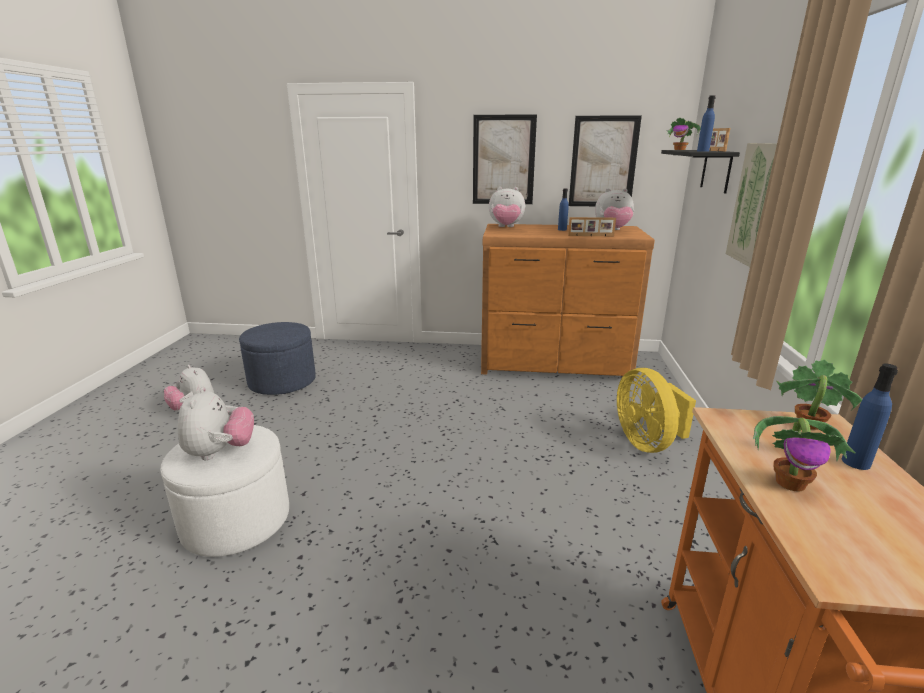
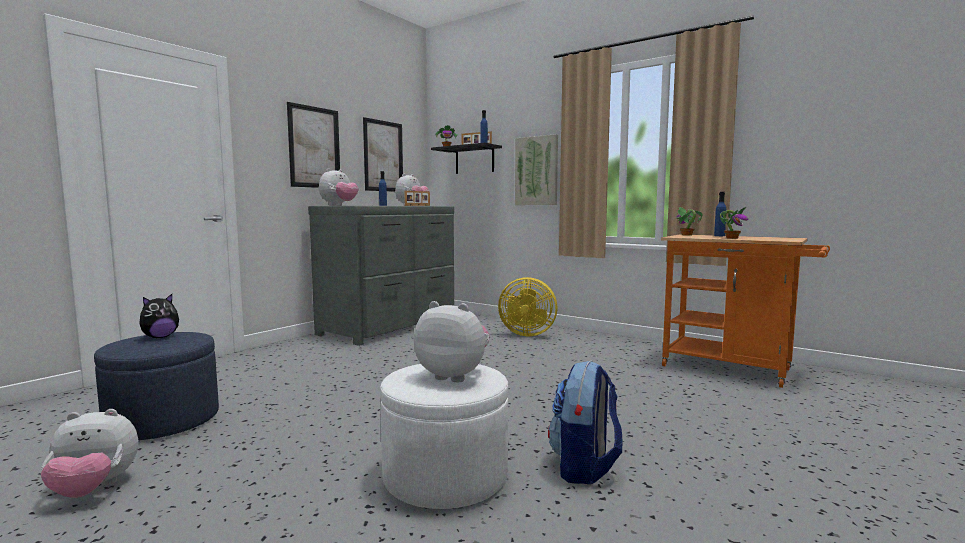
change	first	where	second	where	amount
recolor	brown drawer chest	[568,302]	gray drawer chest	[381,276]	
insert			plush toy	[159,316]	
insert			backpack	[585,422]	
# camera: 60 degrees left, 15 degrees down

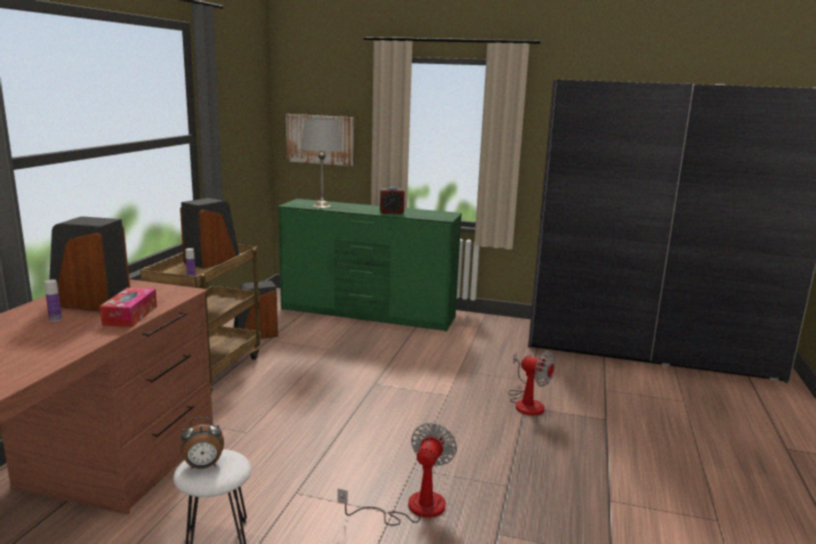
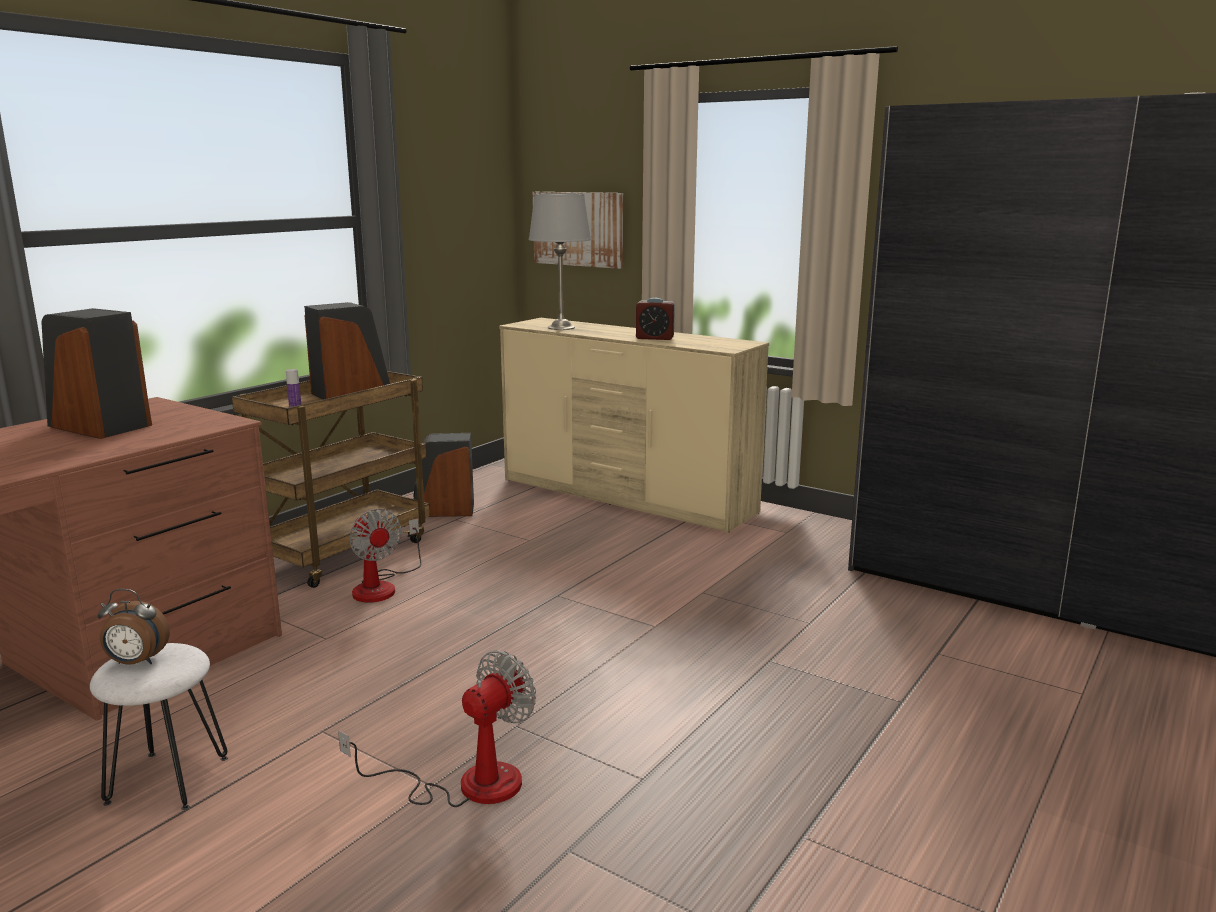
change	first	where	second	where	amount
recolor	greenish drawer chest	[370,265]	beige-coloured drawer chest	[634,425]	
delete	bottle	[53,300]			
delete	tissue box	[128,307]			
move	electric fan	[532,383]		[385,556]	
# camera: 20 degrees right, 0 degrees up

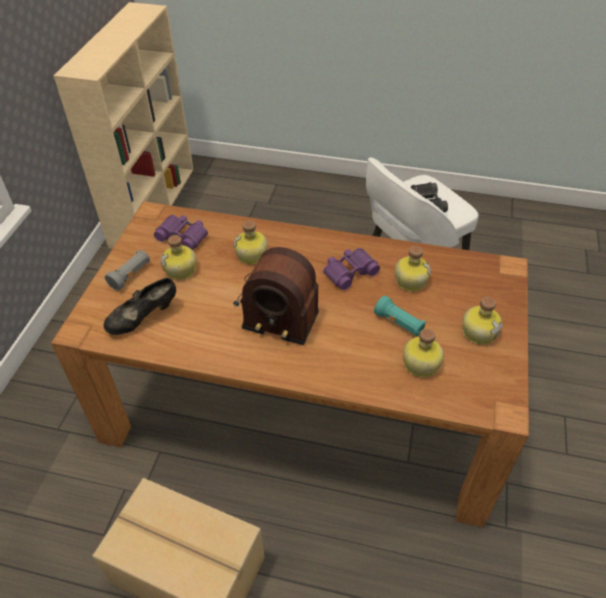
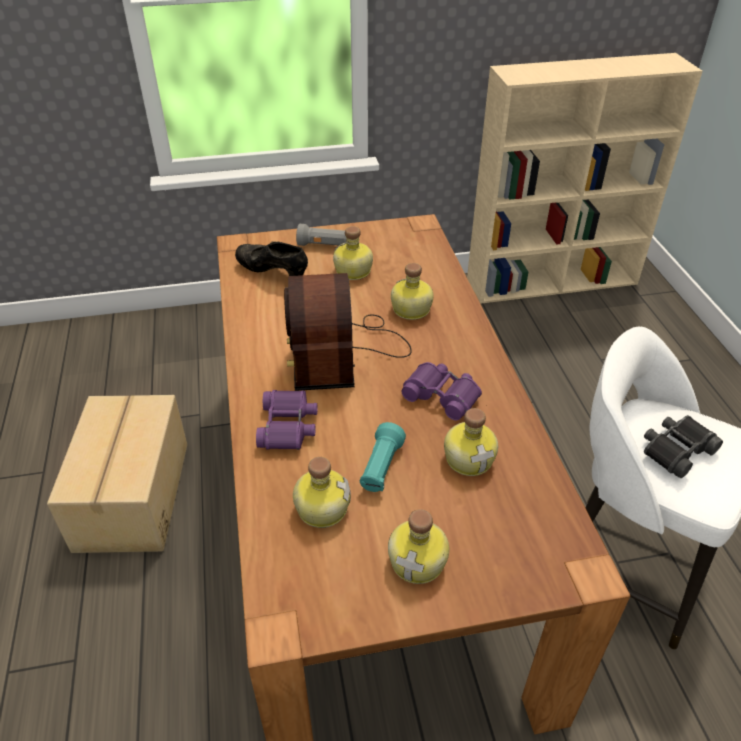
change	first	where	second	where	amount
move	purple-coloured field glasses	[181,232]		[287,420]	
# camera: 65 degrees right, 5 degrees down

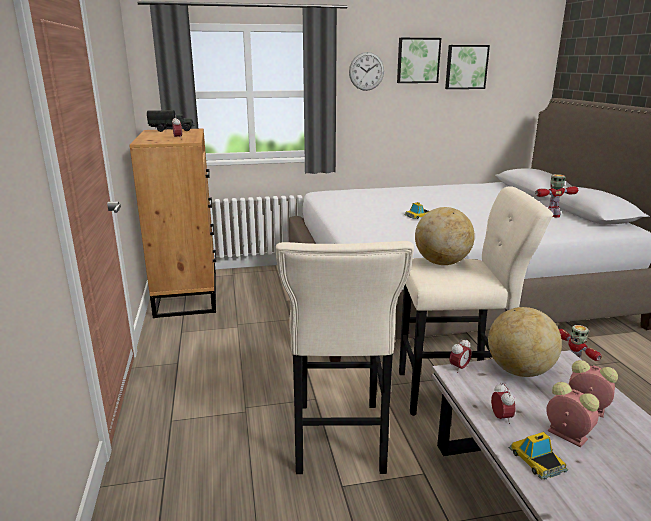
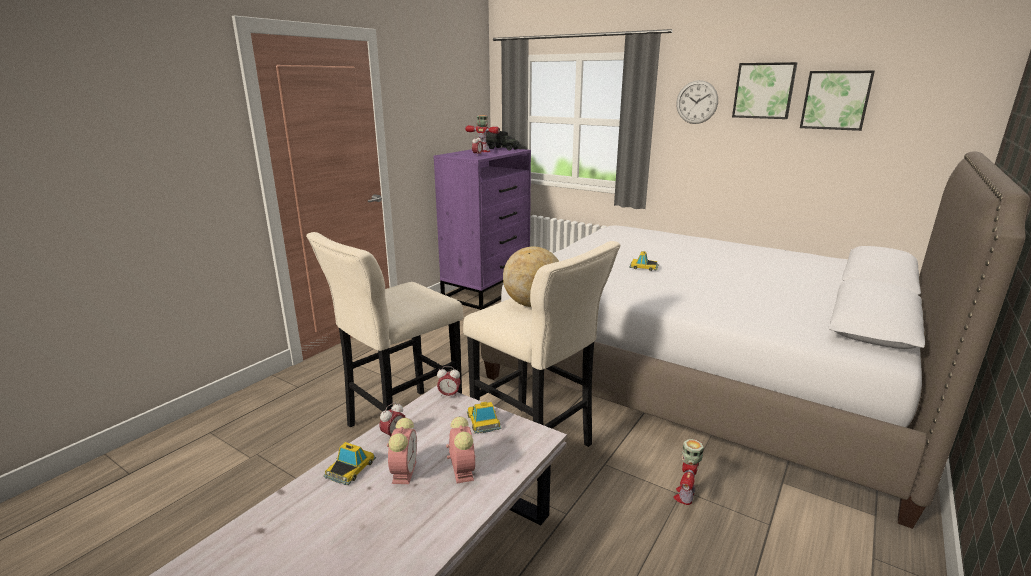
change	first	where	second	where	amount
recolor	brown drawer chest	[172,223]	purple-coloured drawer chest	[482,228]	
move	toy robot	[556,196]		[482,133]	
replace	world globe	[525,342]	miniature car	[484,418]	
# camera: 45 degrees right, 0 degrees up

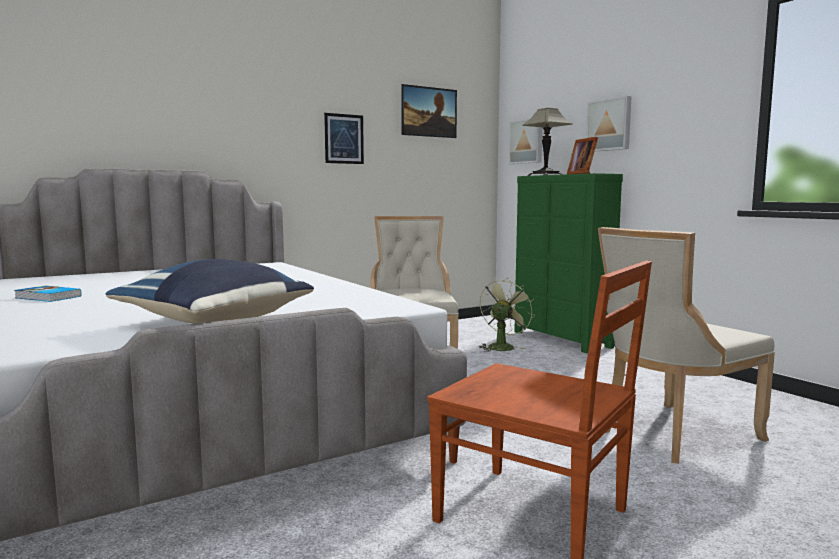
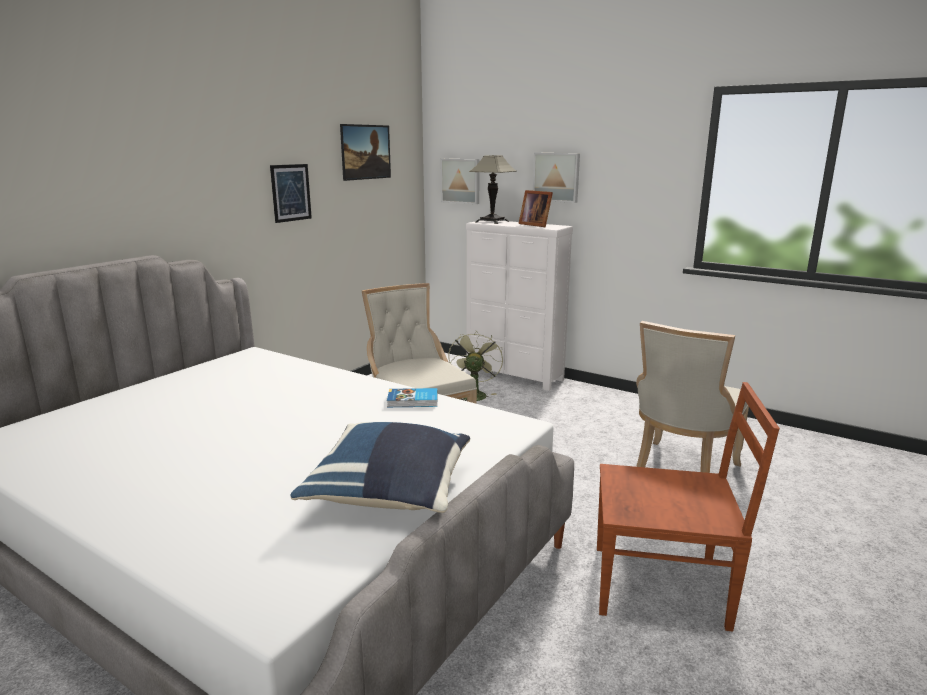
change	first	where	second	where	amount
recolor	greenish drawer chest	[568,263]	white drawer chest	[519,305]	
move	volume	[48,294]		[412,397]	
# camera: 25 degrees left, 10 degrees up

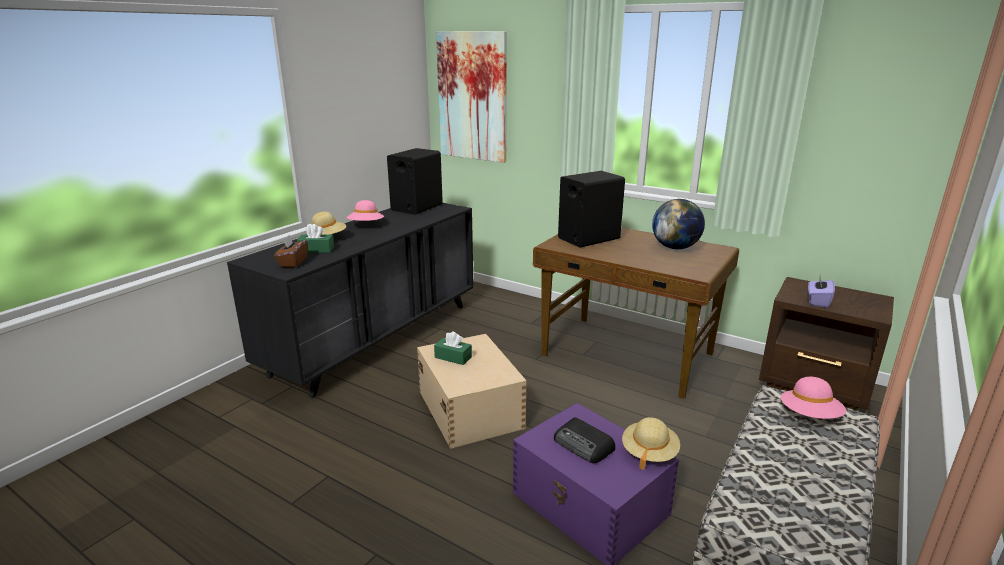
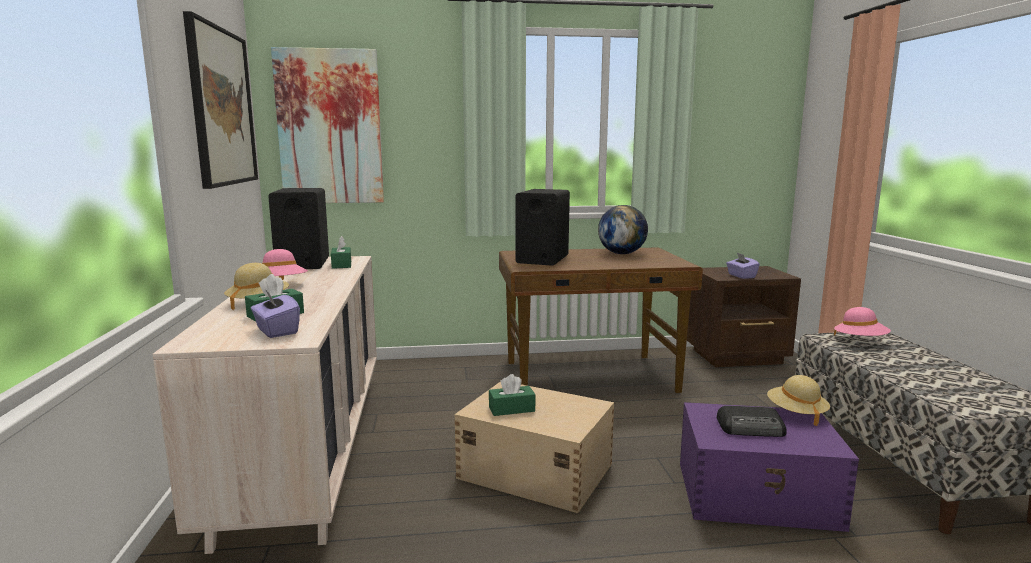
change	first	where	second	where	amount
recolor	black drawer chest	[350,300]	beige-coloured drawer chest	[264,405]	
recolor	brown tissue box	[291,251]	purple-coloured tissue box	[275,313]	
insert			wall picture	[220,100]	
insert			greenish tissue box	[341,252]	
# camera: 40 degrees left, 10 degrees down

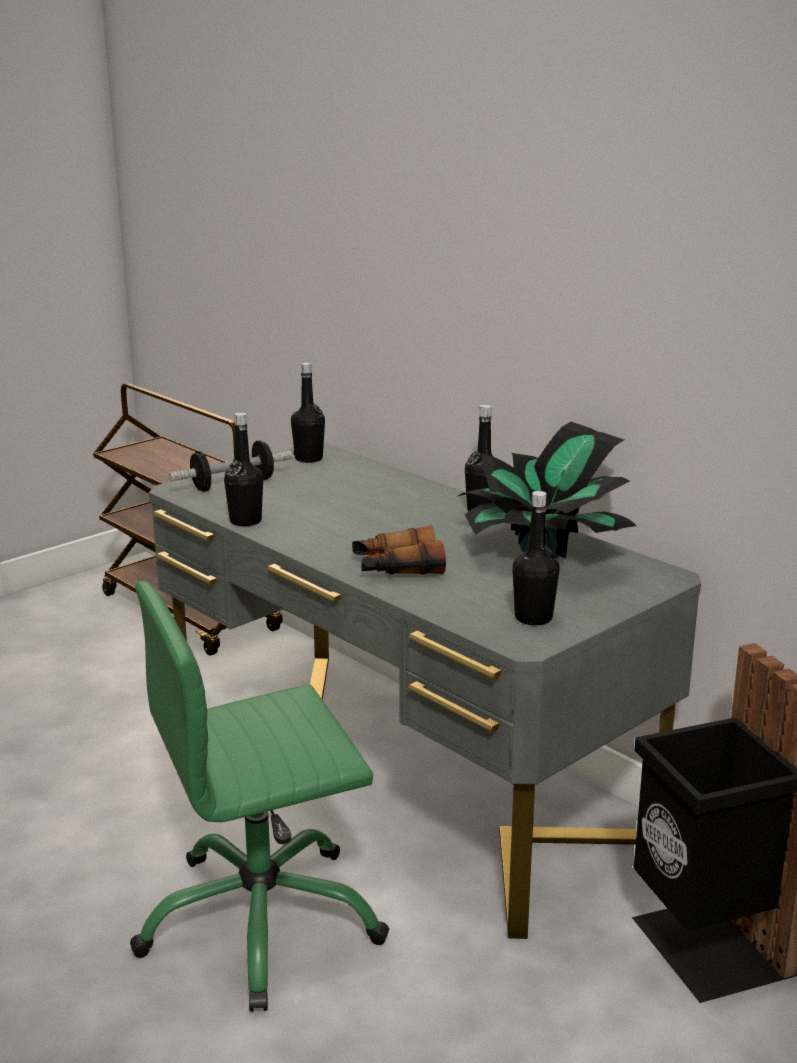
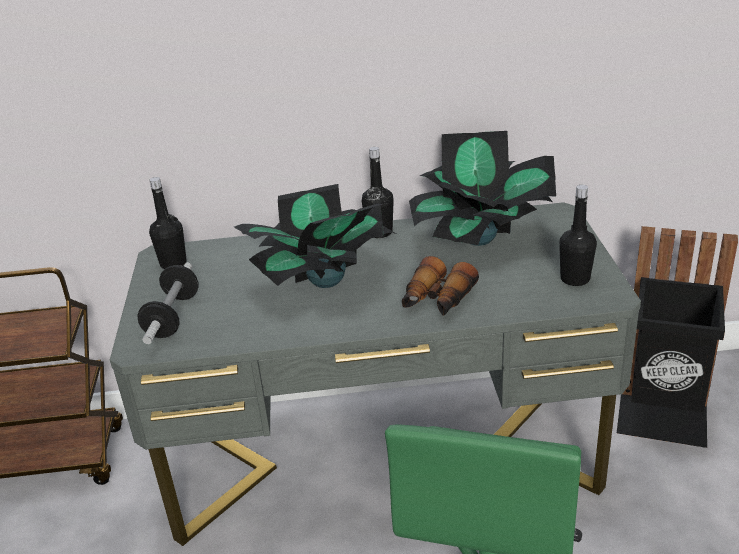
change	first	where	second	where	amount
delete	black bottle	[243,469]			
insert			potted plant	[315,236]	
# camera: 50 degrees left, 10 degrees up

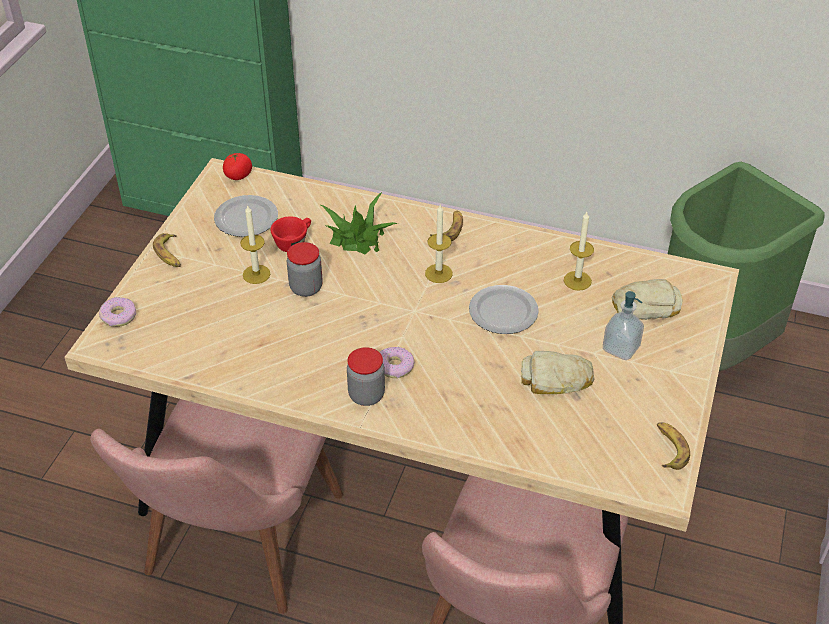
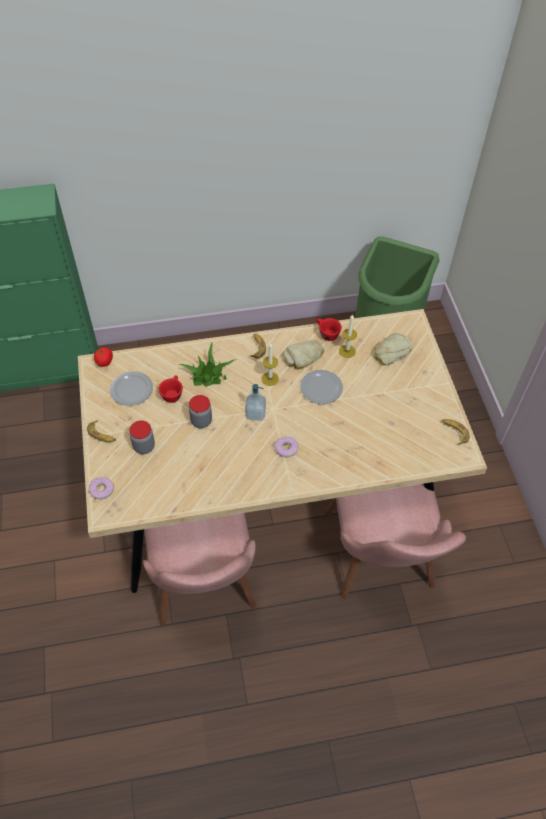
change	first	where	second	where	amount
delete	candle	[255,245]			
move	soap dispenser	[623,325]		[255,402]	
move	jar	[366,376]		[142,437]	
move	baked bread	[557,372]		[303,355]	
insert			red small cup	[329,329]	
# camera: 30 degrees left, 10 degrees up

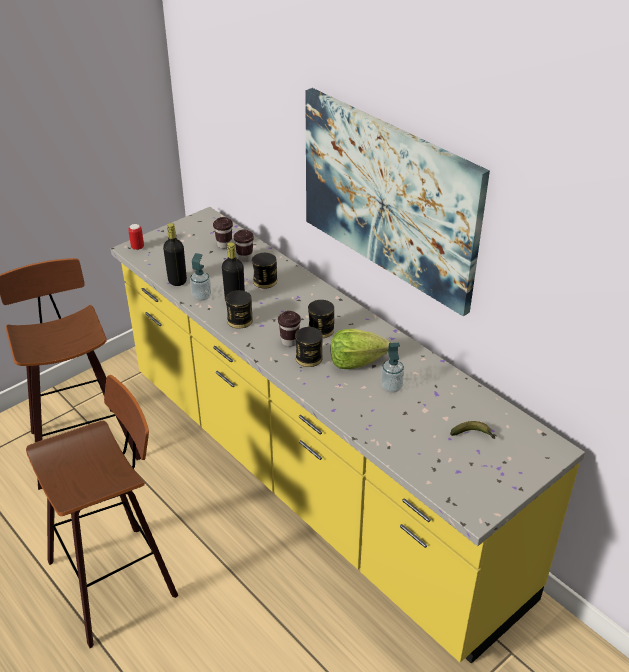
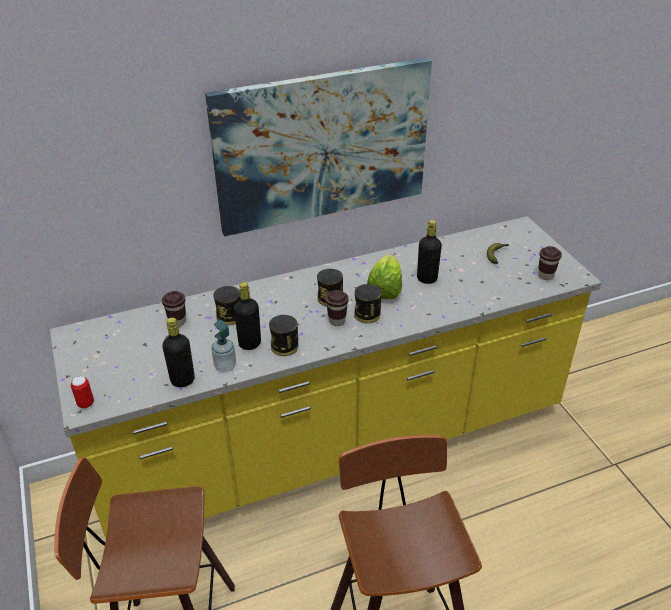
change	first	where	second	where	amount
move	brown small cup	[223,233]		[550,263]	
replace	soap dispenser	[392,368]	black bottle	[429,252]	
# camera: 70 degrees left, 0 degrees up

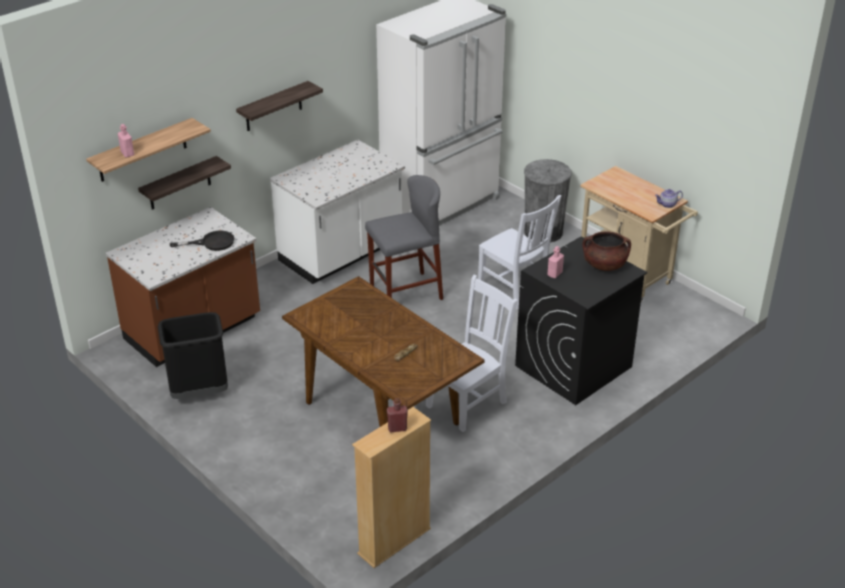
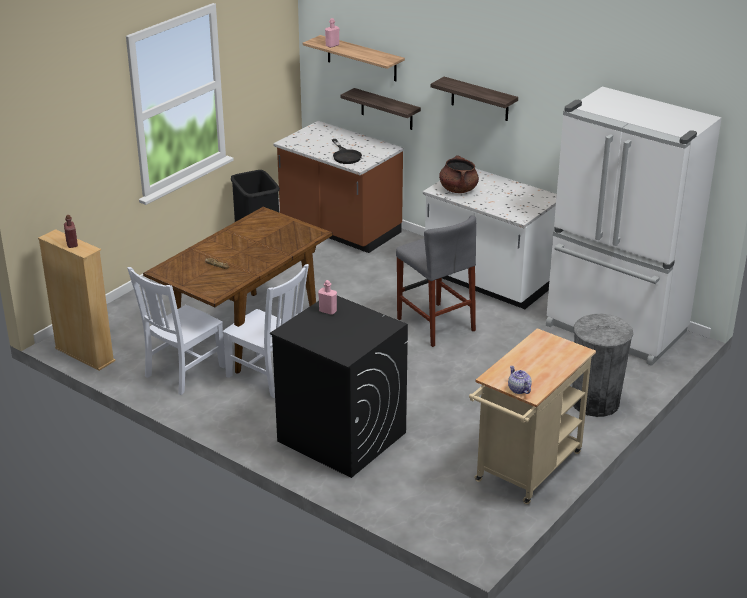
change	first	where	second	where	amount
move	white upright chair	[520,252]		[176,331]	
move	brown stockpot	[607,251]		[459,174]	
# camera: 80 degrees right, 5 degrees down

